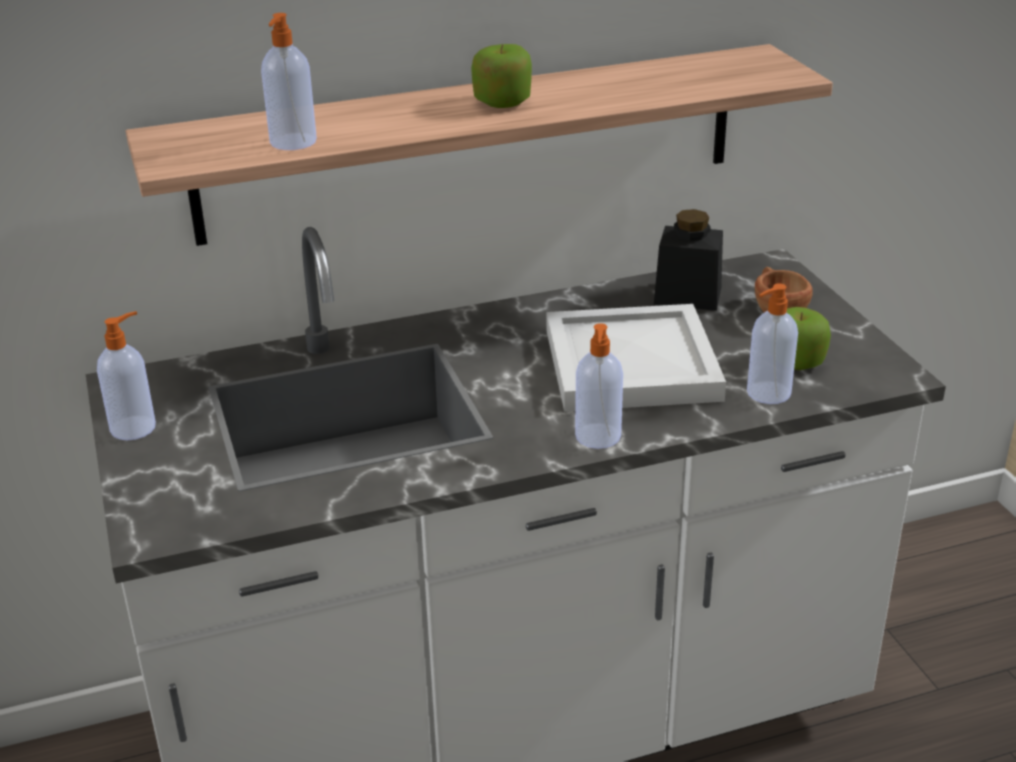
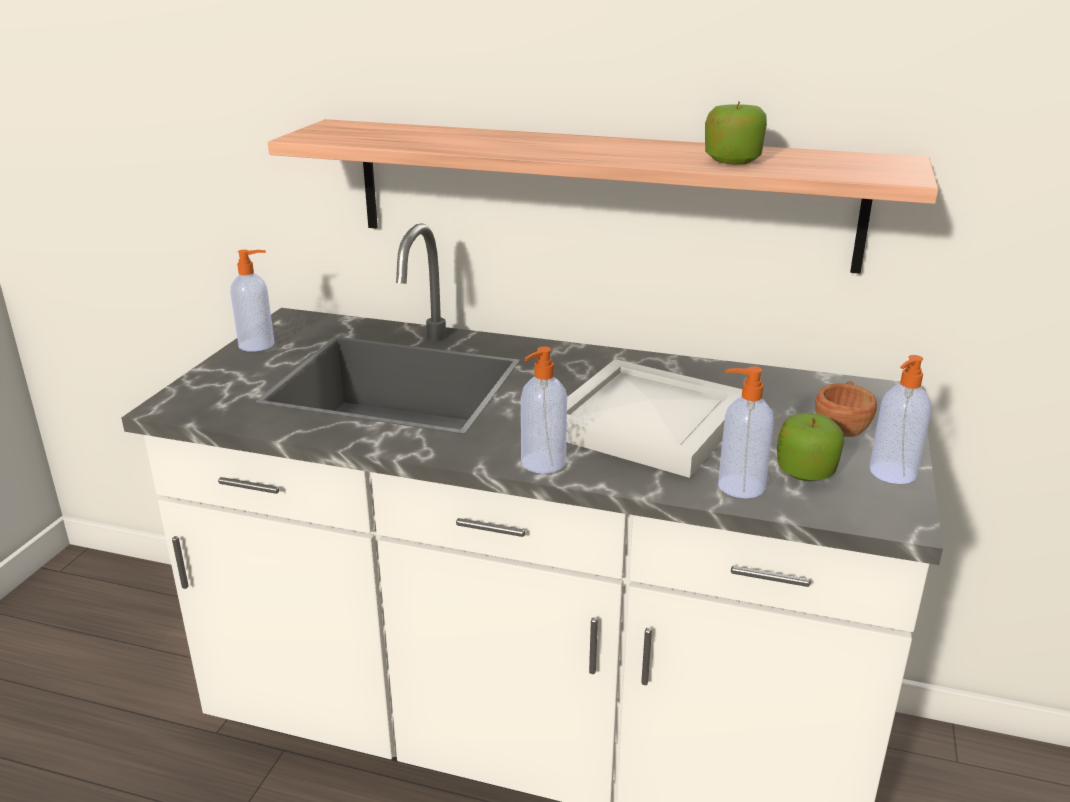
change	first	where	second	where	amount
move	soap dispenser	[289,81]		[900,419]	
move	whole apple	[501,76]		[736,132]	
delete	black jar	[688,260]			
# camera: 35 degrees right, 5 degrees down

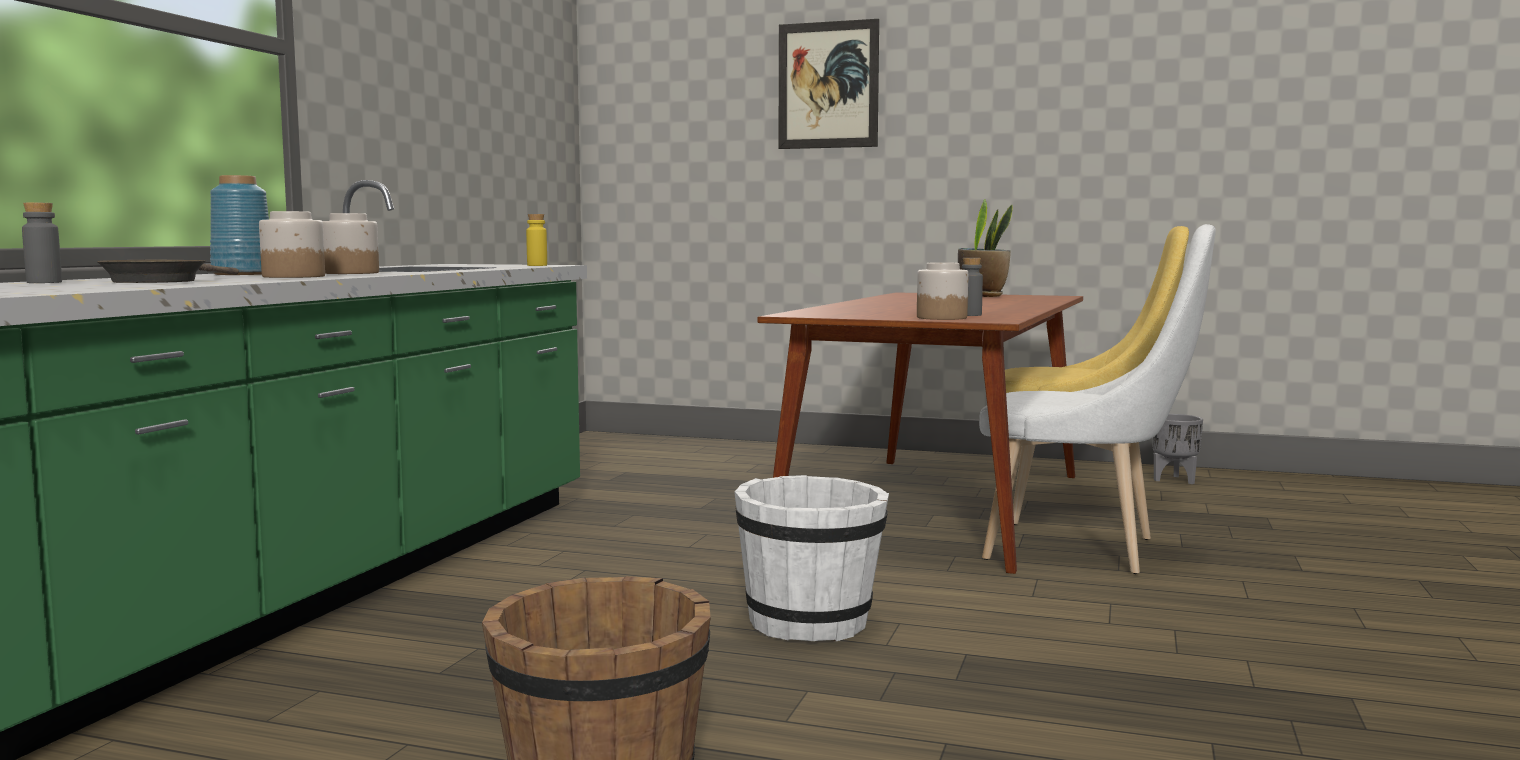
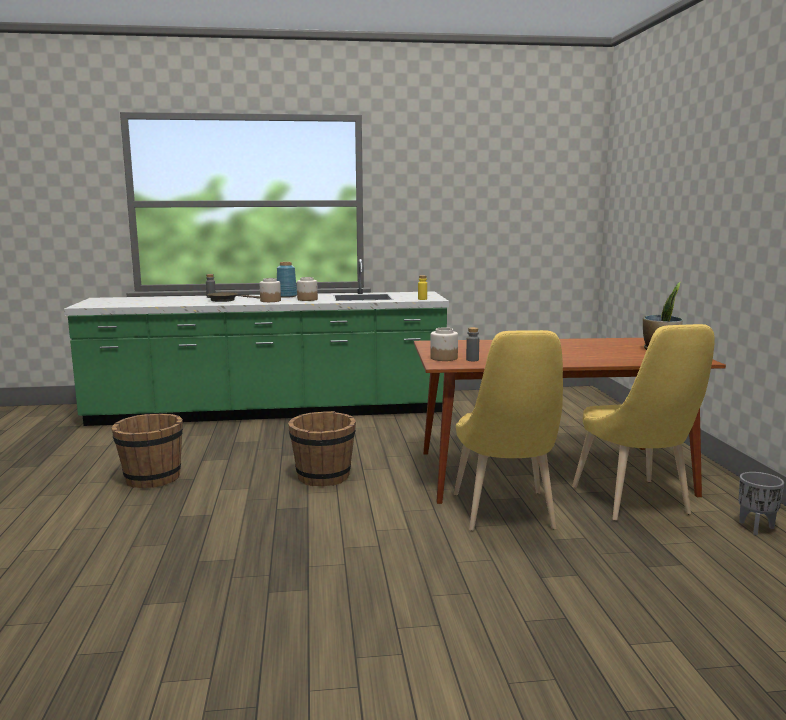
change	first	where	second	where	amount
delete	wall picture	[829,84]			
recolor	white upright chair	[1097,399]	yellow upright chair	[508,430]	
recolor	white bucket	[811,558]	brown bucket	[322,448]	
# camera: 65 degrees right, 5 degrees up

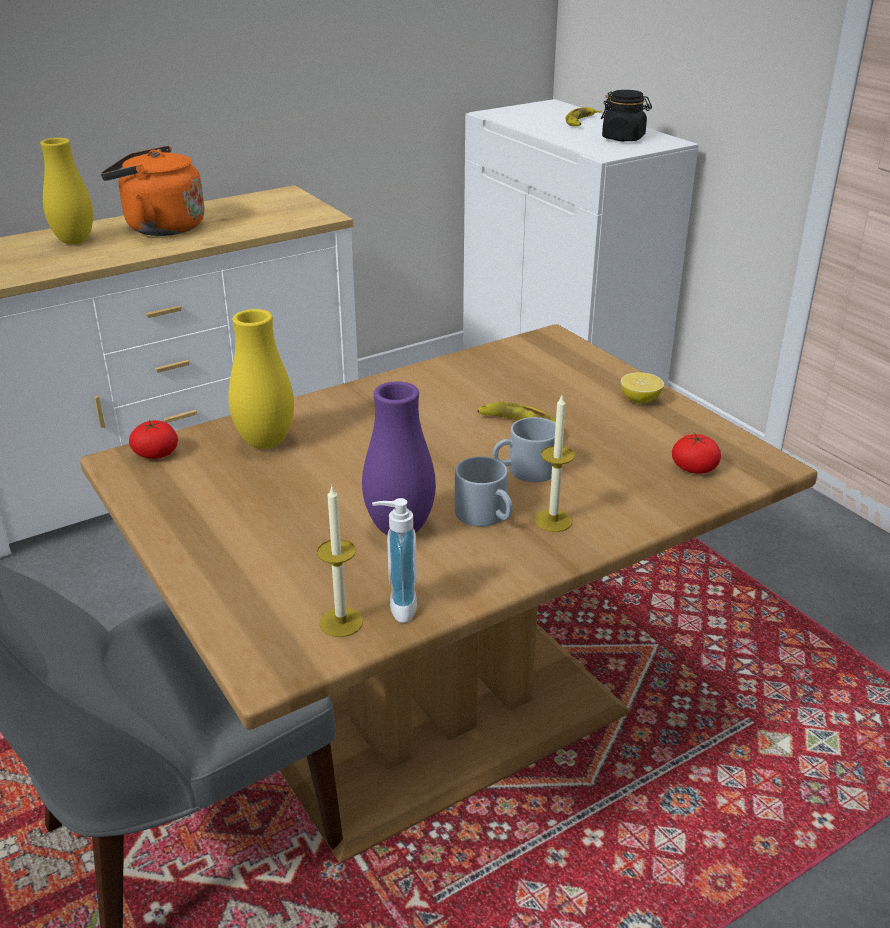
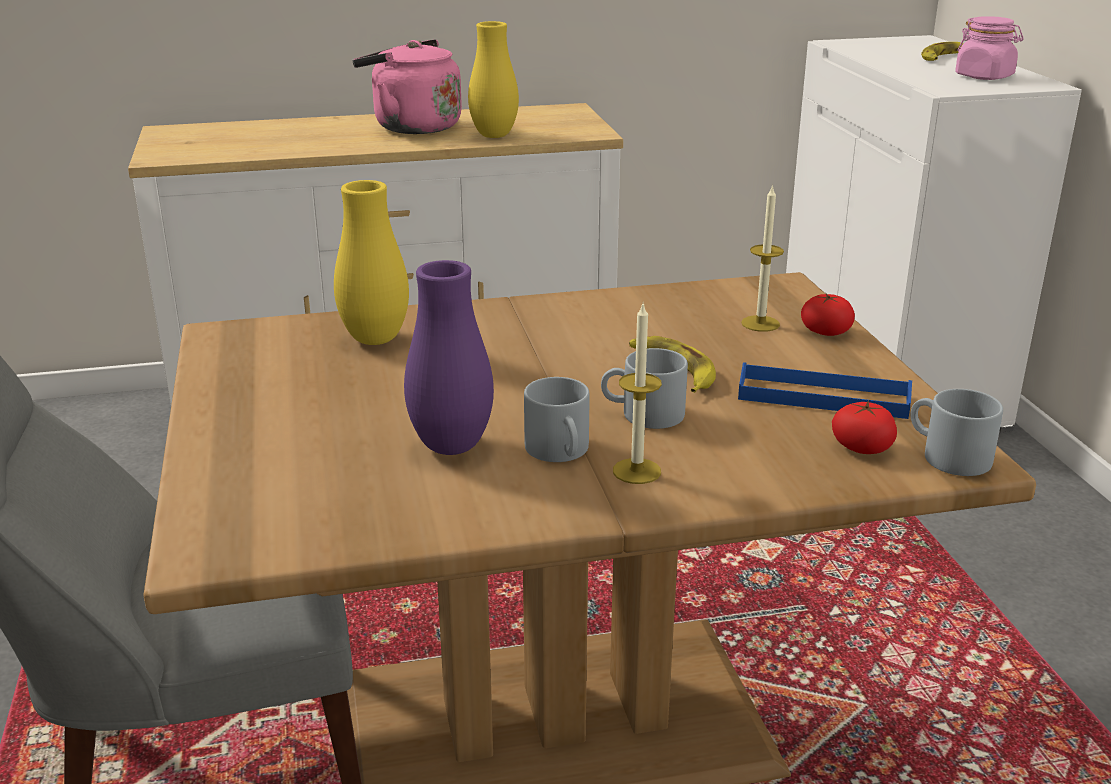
change	first	where	second	where	amount
recolor	black jar	[626,115]	pink jar	[989,48]	
move	yellow flower vase	[66,191]		[493,79]	
recolor	orange kettle	[153,191]	pink kettle	[407,86]	
delete	citrus fruit	[642,388]			
move	whole tomato	[153,439]		[828,314]	
move	candle	[340,561]		[762,258]	
delete	soap dispenser	[394,560]			
insert			blue tray	[825,390]	
insert			gray mug	[956,432]	
# camera: 20 degrees right, 5 degrees down

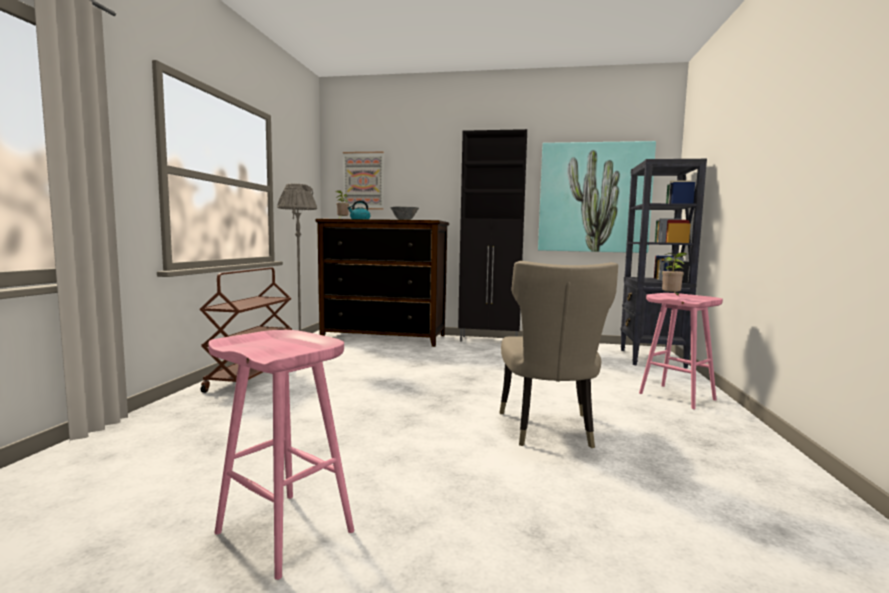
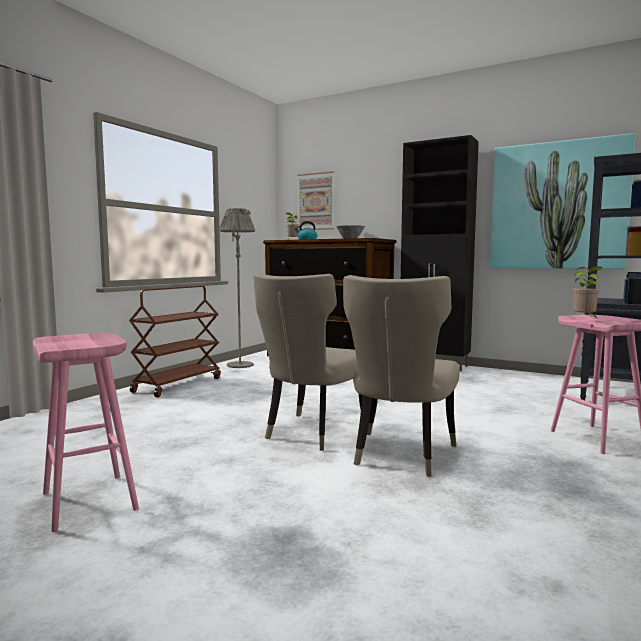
change	first	where	second	where	amount
insert			beige-coloured upright chair	[307,362]	
# camera: 20 degrees right, 0 degrees up

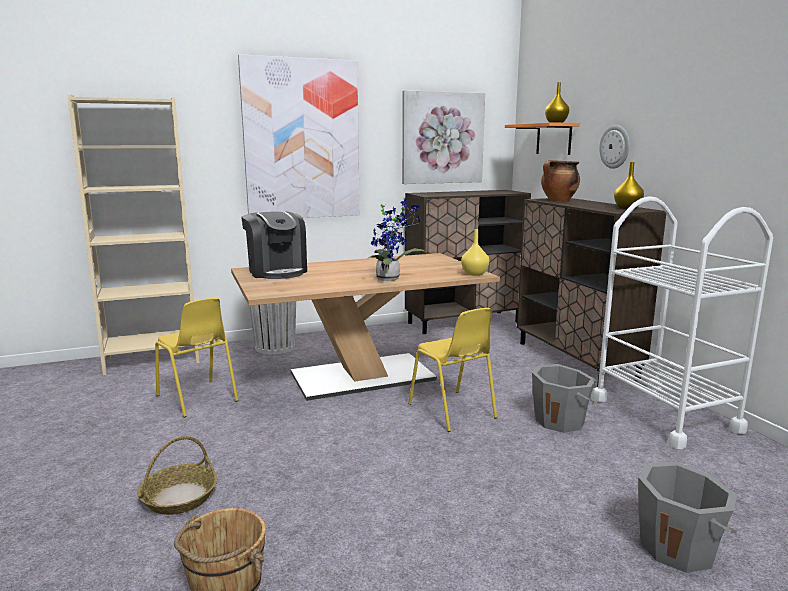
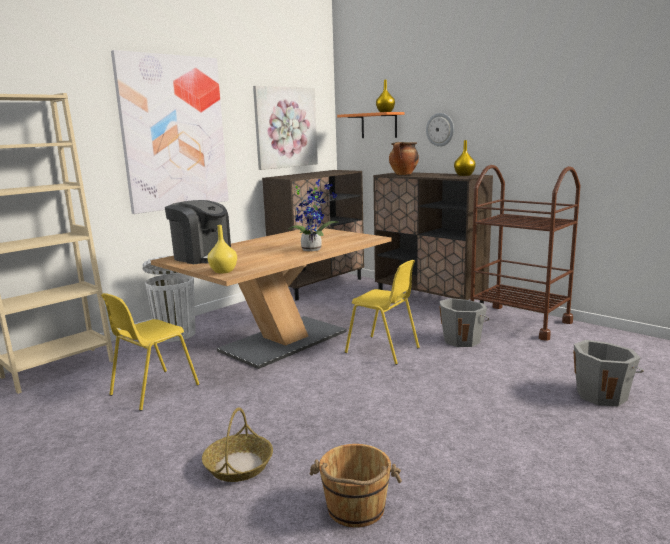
change	first	where	second	where	amount
recolor	white cart	[682,322]	brown cart	[525,253]	
move	yellow flower vase	[475,252]		[222,249]	
rotate	yellow upright chair	[196,357]		[150,352]	105 degrees clockwise
# camera: 25 degrees left, 0 degrees up

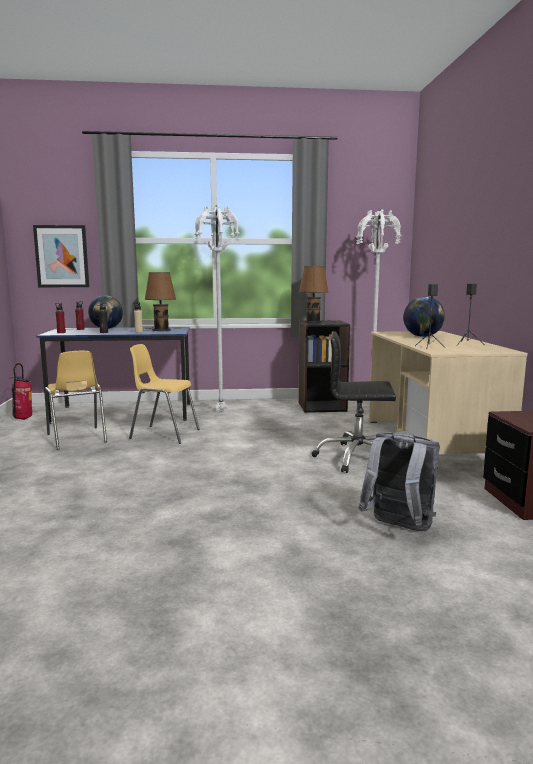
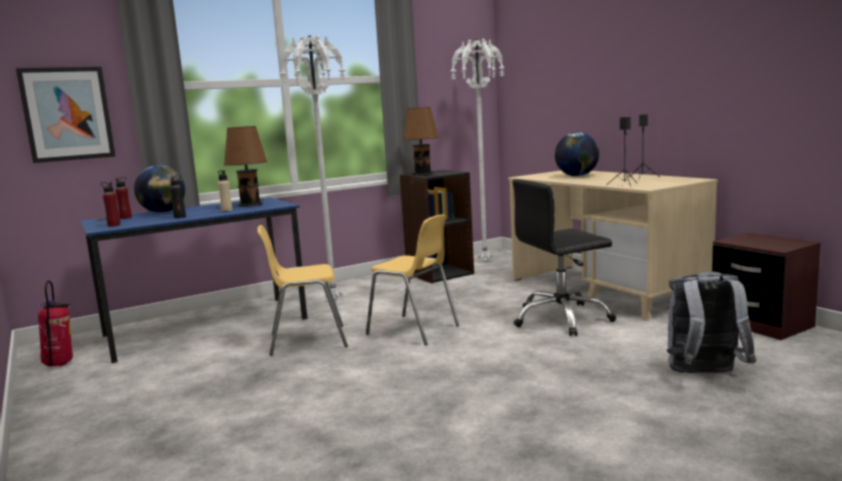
change	first	where	second	where	amount
move	yellow upright chair	[76,400]		[412,280]	
# camera: 25 degrees left, 0 degrees up

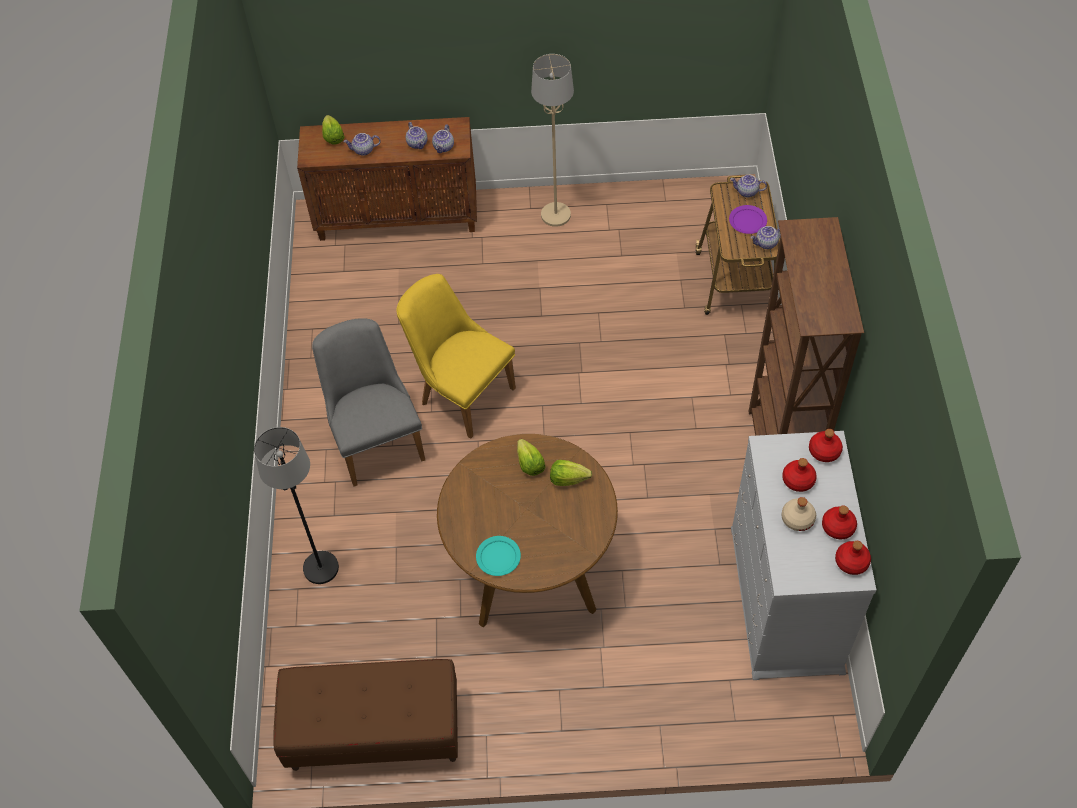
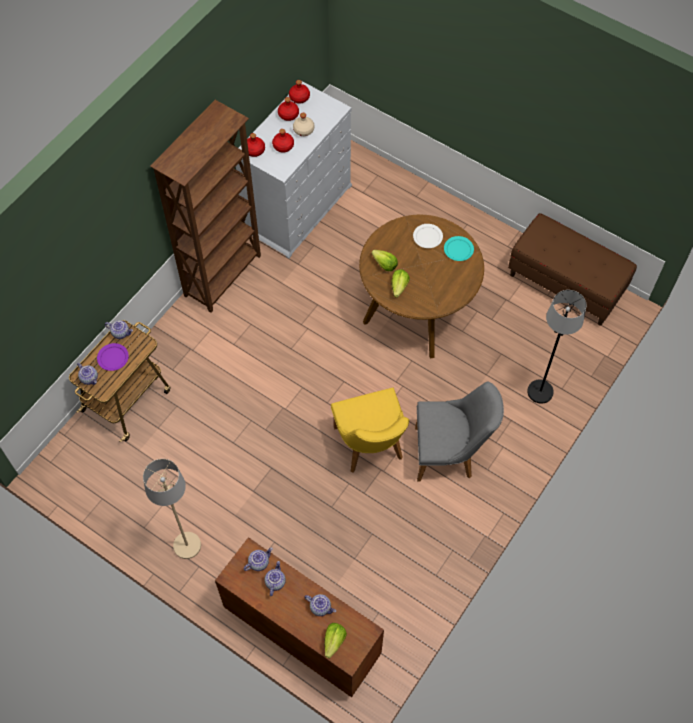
change	first	where	second	where	amount
rotate	gray upright chair	[368,402]		[459,432]	105 degrees counterclockwise
insert			white flat dish	[428,236]	
# camera: 145 degrees left, 5 degrees up

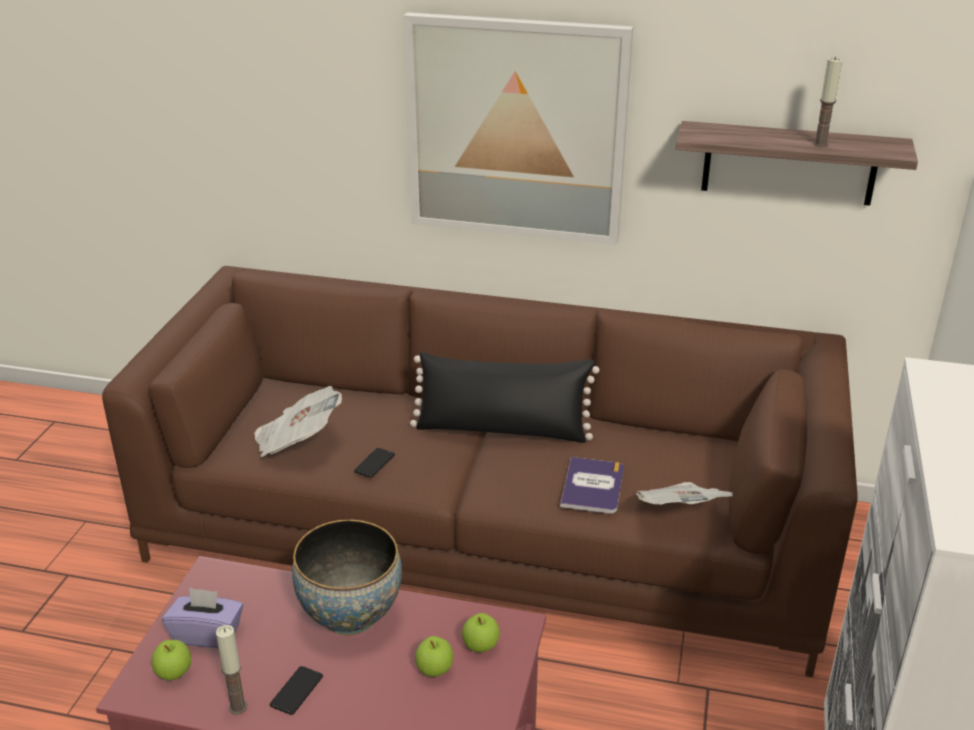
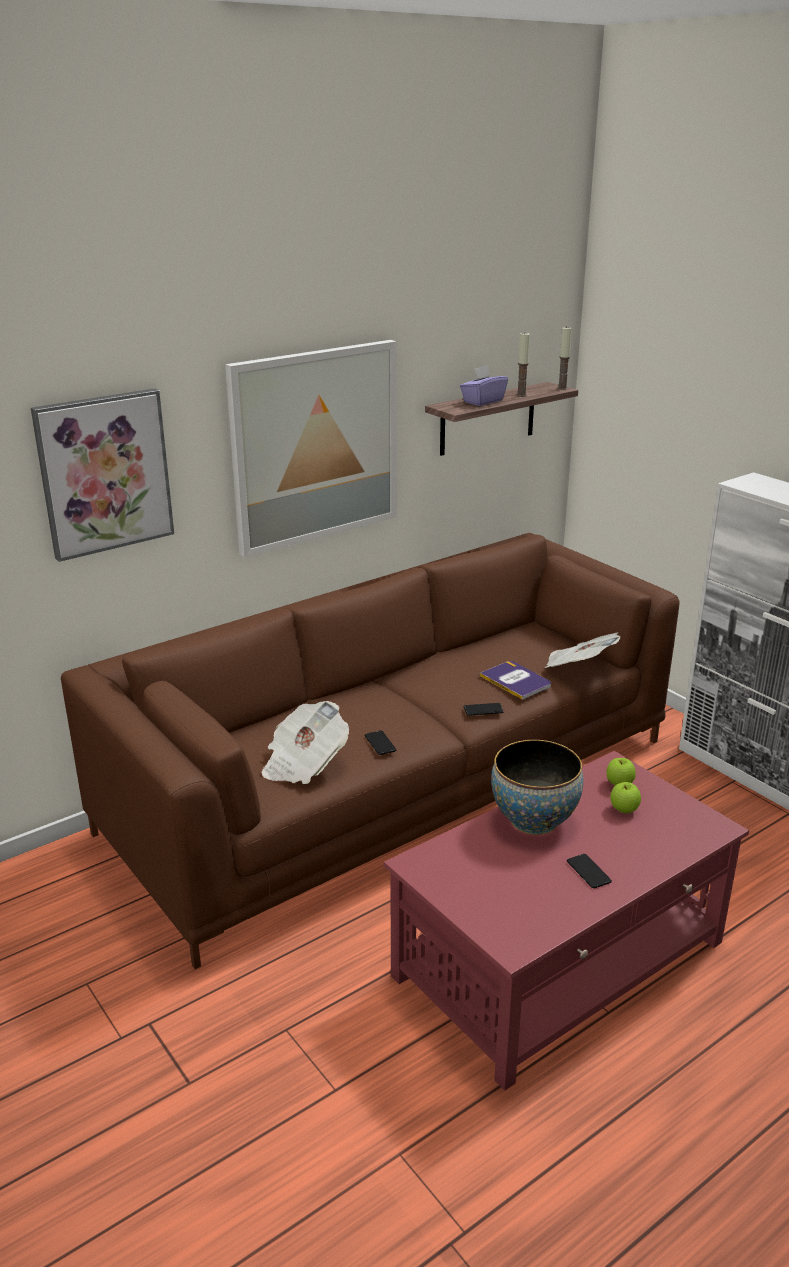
change	first	where	second	where	amount
delete	black cushion	[505,397]			
move	purple-coloured tissue box	[202,618]		[484,385]	
move	candle	[231,670]		[564,358]	
delete	whole apple	[171,660]			
insert			wall picture	[102,475]	
insert			telephone	[484,709]	
# camera: 50 degrees left, 5 degrees down

